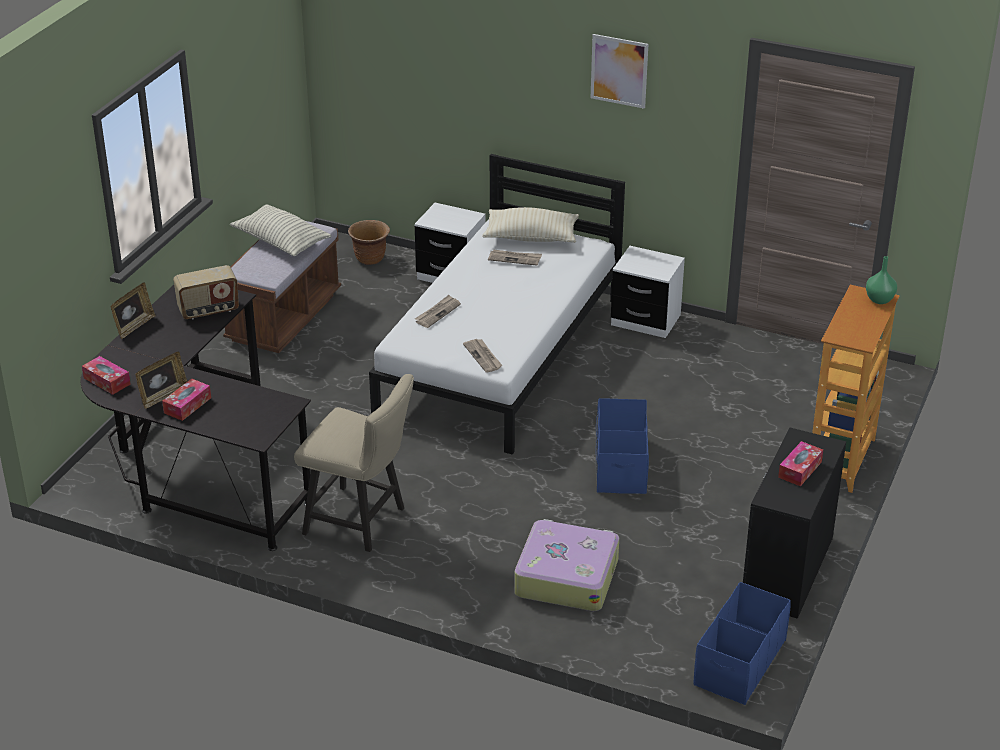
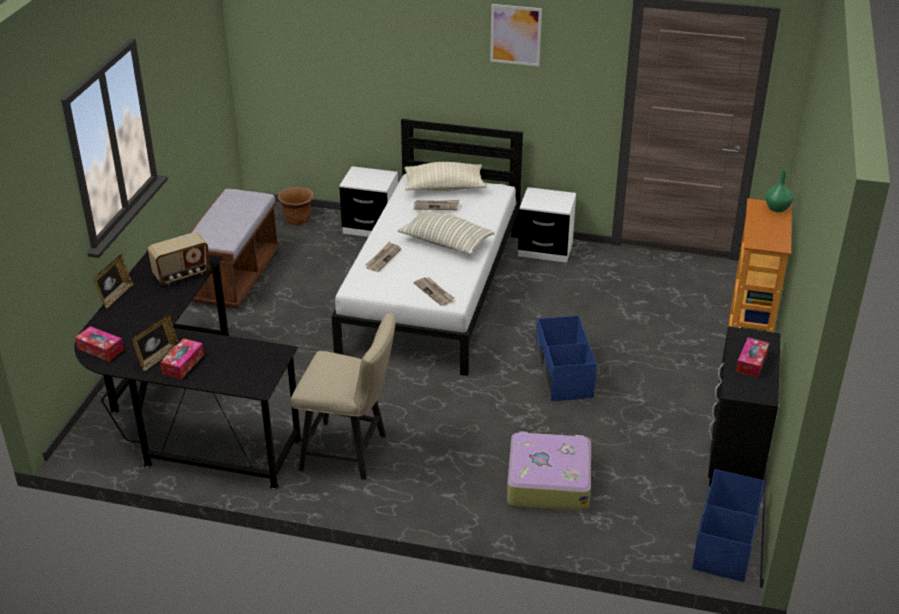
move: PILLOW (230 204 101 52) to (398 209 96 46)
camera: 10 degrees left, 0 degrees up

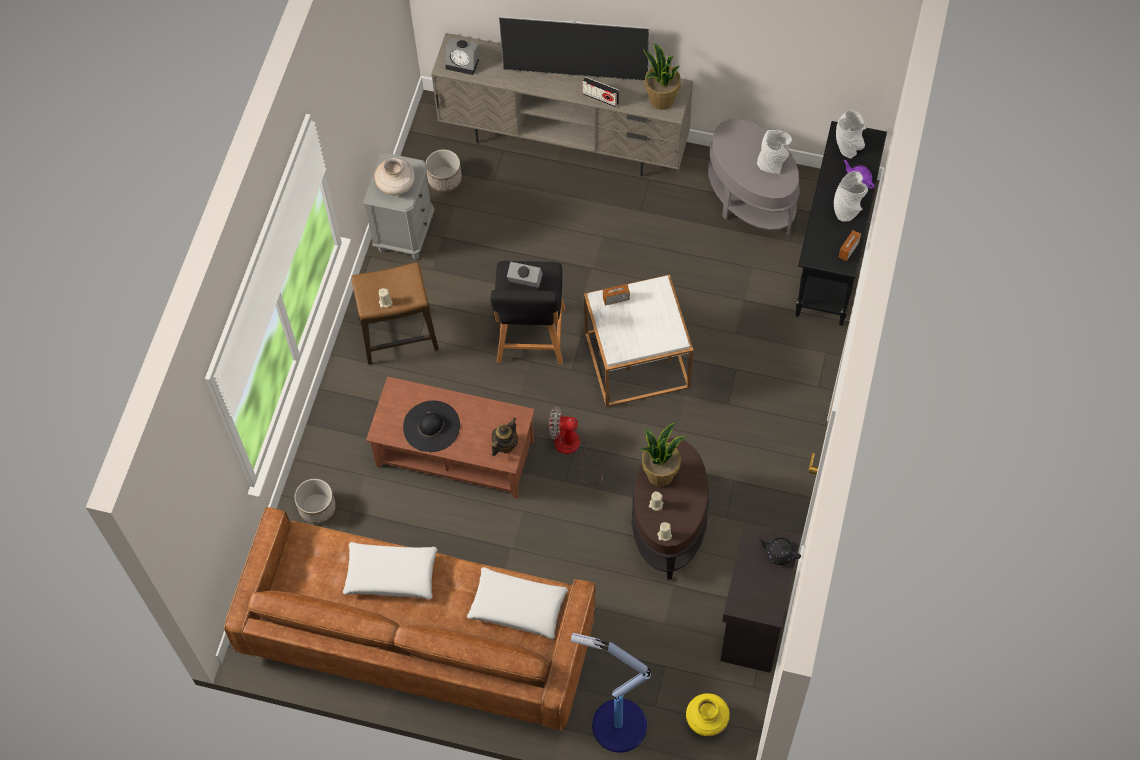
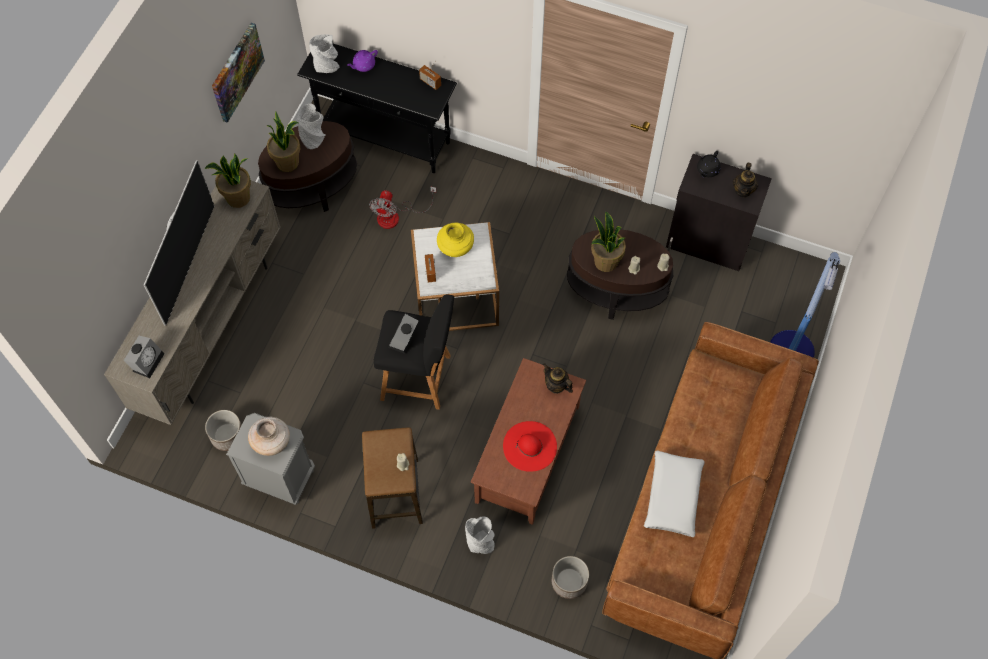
delete: WHITE PILLOW (467 567 101 72); RADIO (582 77 37 30)
insert: PICTURE (212 23 53 100); POTTED PLANT (267 112 33 60); TEAPOT (733 163 25 35)
move: FAN (549 406 53 80) to (369 186 67 43); YELLOW VASE (686 693 44 43) to (437 223 37 34); GREY VASE (834 171 34 51) to (465 516 30 38)
recolor: BLACK HAT (403 401 57 51) to RED HAT (503 421 54 51); GREY SIDE TABLE (708 119 92 116) to BROWN SIDE TABLE (258 121 99 91)
camera: 85 degrees left, 0 degrees up

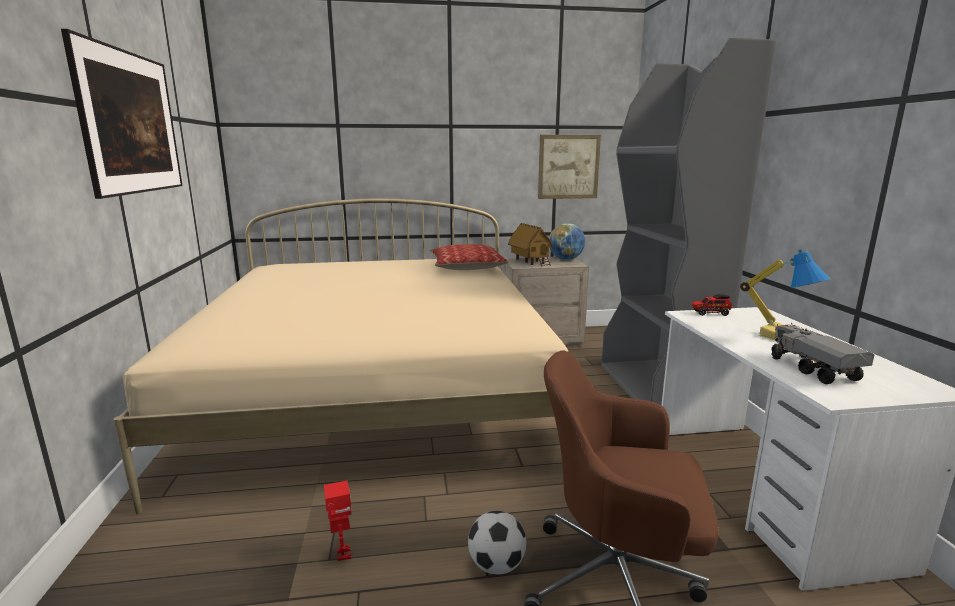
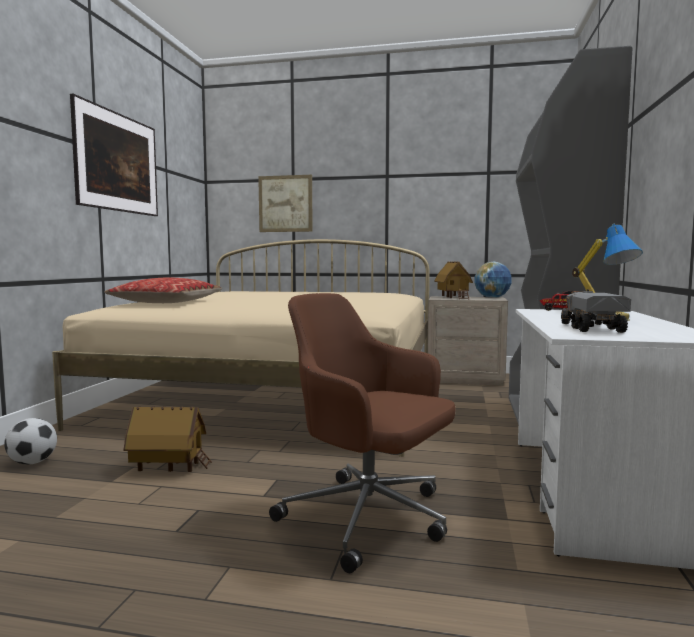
move: PILLOW (429 244 79 26) to (104 278 118 25); FOOTBALL (468 511 58 64) to (4 418 53 47); PICTURE (538 135 63 64) to (258 175 55 57)
replace: TOY ROBOT (324 480 28 81) to TOY HOUSE (123 406 89 66)
camera: 20 degrees right, 10 degrees down

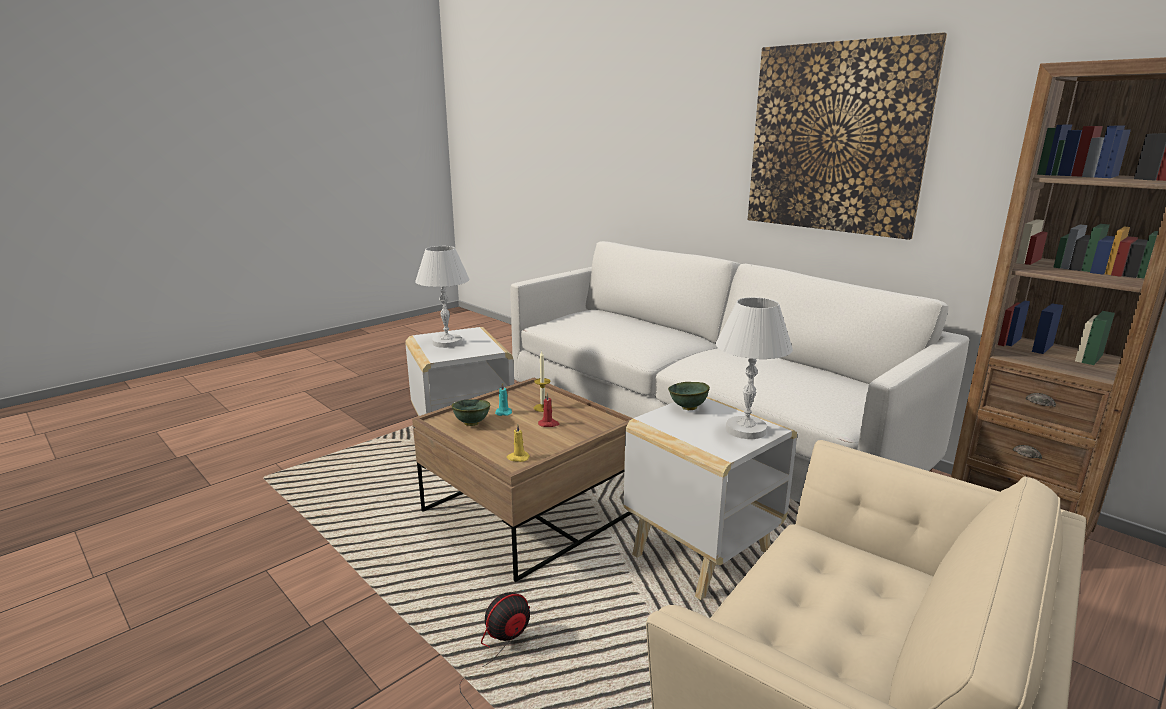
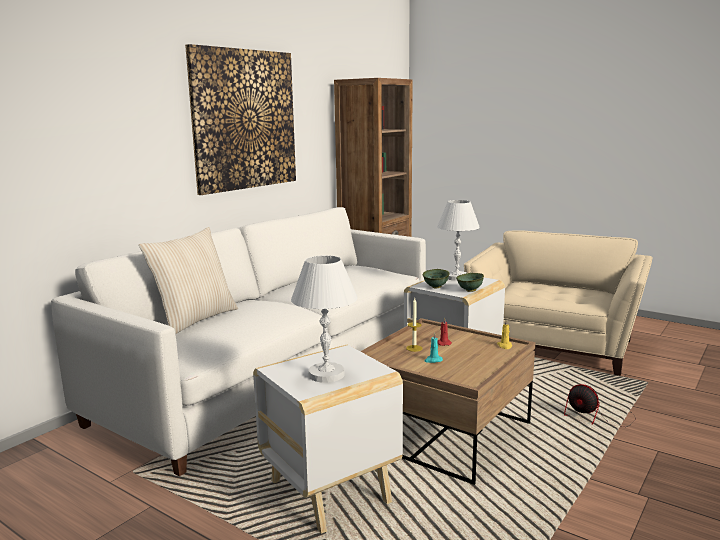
insert: BEIGE PILLOW (139 227 99 108)
move: GREEN BOWL (452 400 39 26) to (456 273 28 19)
camera: 100 degrees left, 5 degrees down

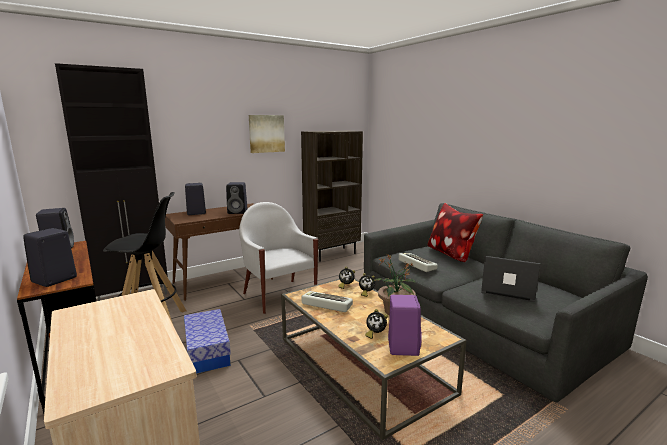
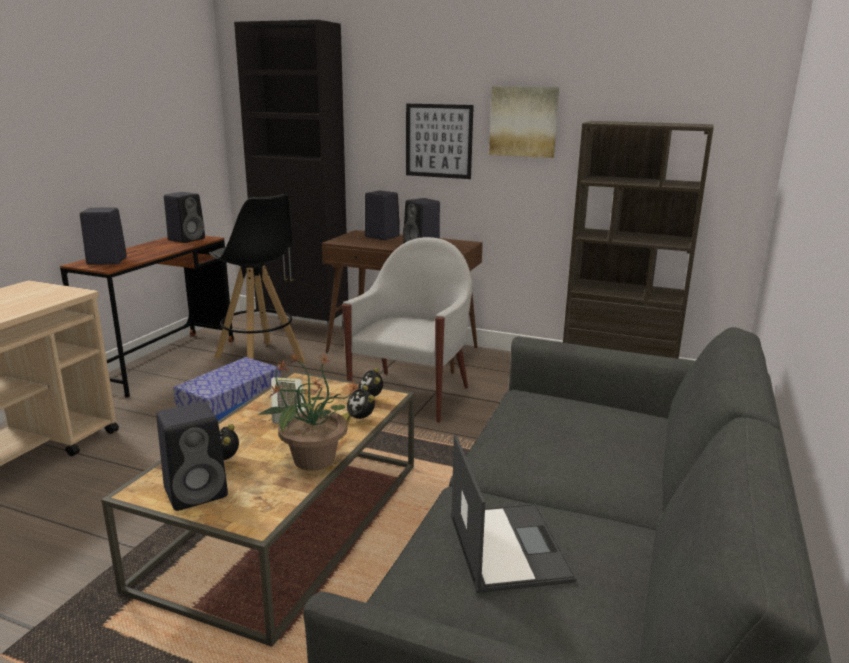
delete: KEYBOARD (399 253 39 19); PILLOW (428 203 55 59)
insert: PICTURE (406 104 68 75)
recolor: PURPLE SPEAKER (388 295 34 61) to BLACK SPEAKER (156 402 72 109)
camera: 55 degrees right, 5 degrees up

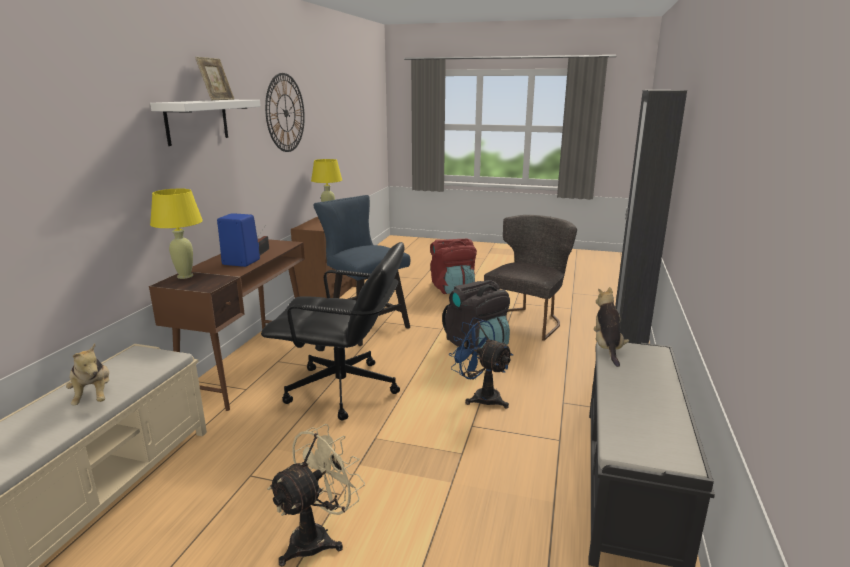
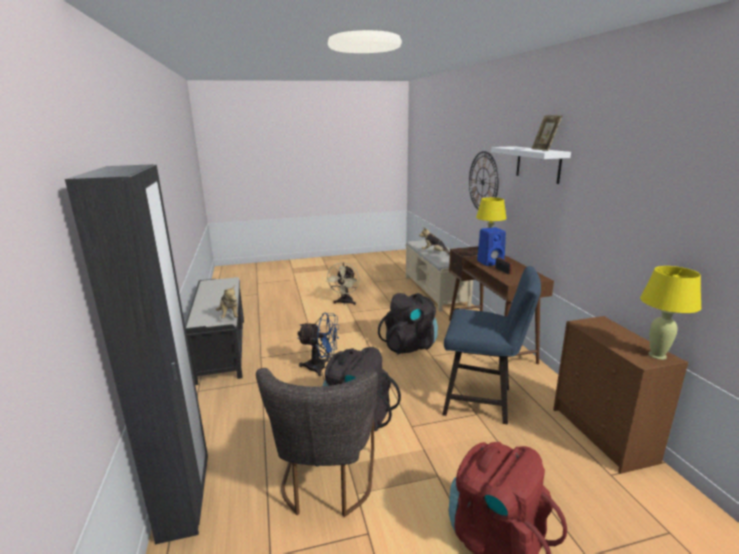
move: WALL CLOCK (265 73 40 79) to (469 151 30 59)
replace: BLACK OFFICE CHAIR (261 242 144 178) to BLACK BACKPACK (378 293 60 62)
camera: 150 degrees right, 0 degrees up

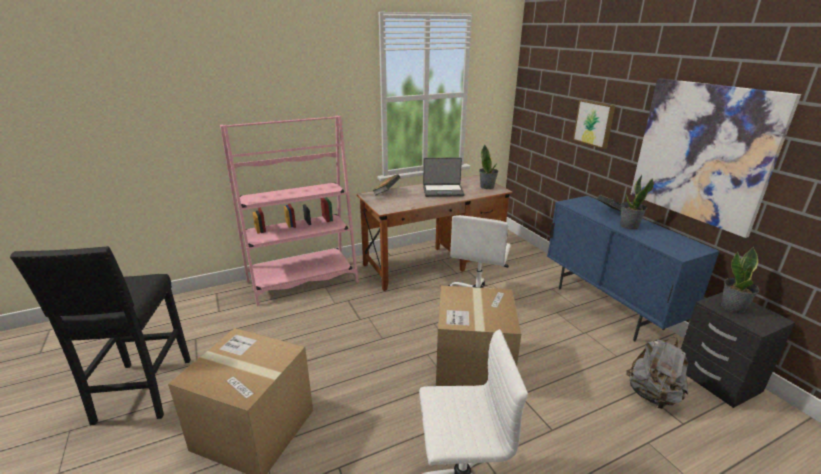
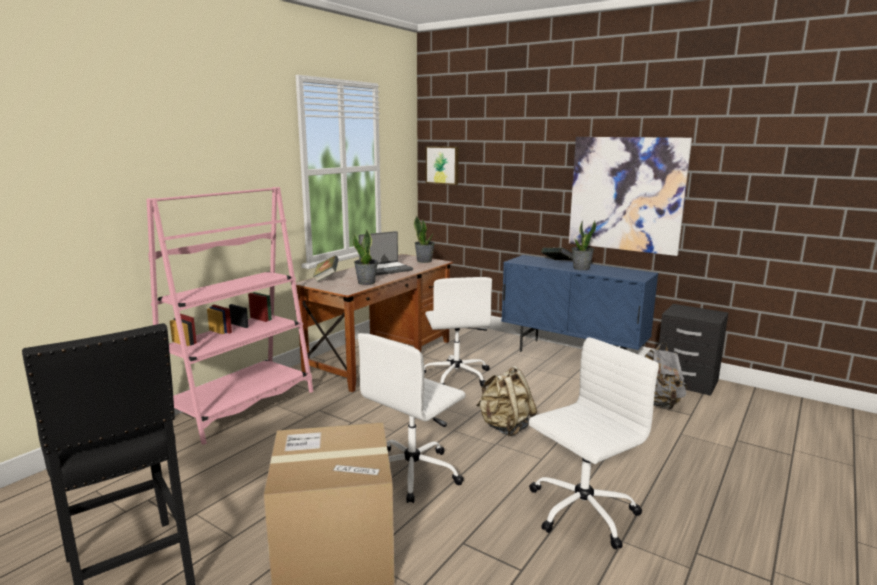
insert: WHITE OFFICE CHAIR (358 333 108 170)
move: PICTURE (573 99 42 50) to (426 146 33 39); POTTED PLANT (721 247 38 66) to (353 229 25 56)
replace: CARDBOARD BOX (436 286 85 100) to BEIGE BACKPACK (476 366 61 71)
camera: 30 degrees left, 10 degrees down

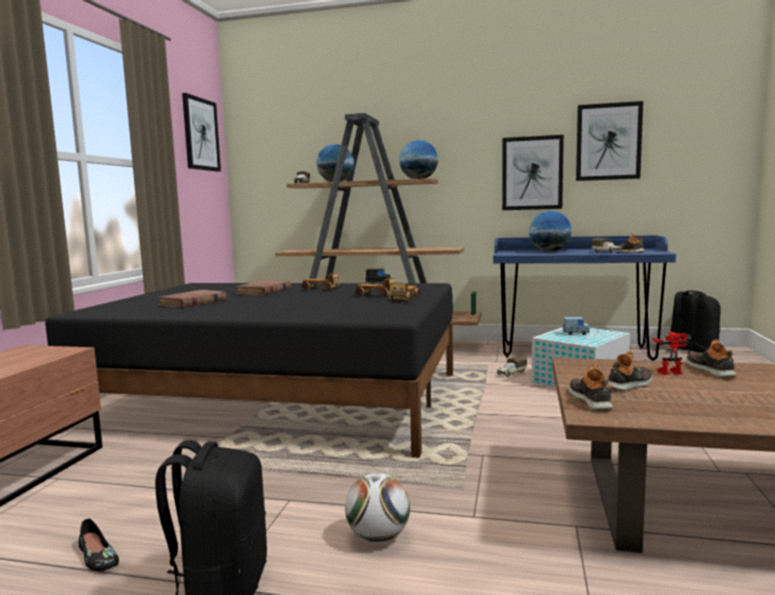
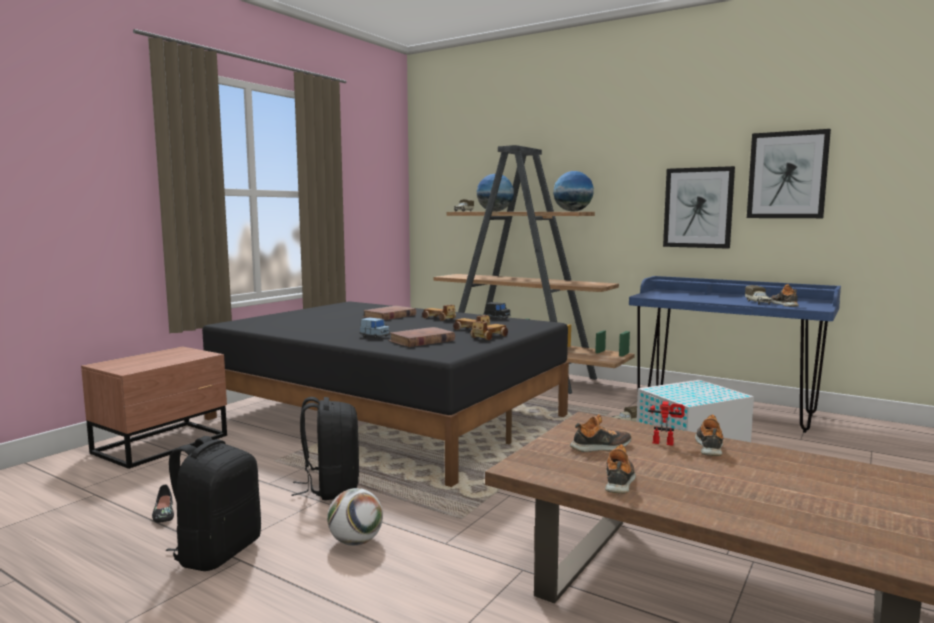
delete: PICTURE (182 93 39 79); GLOBE (529 211 43 41)
move: BROWN BOOK (157 290 69 18) to (388 327 67 20); BLUE TOY CAR (563 317 27 18) to (360 318 30 21); SHOE (569 364 44 46) to (605 444 31 50); BLACK BACKPACK (668 291 53 63) to (291 397 68 103)
camera: 20 degrees right, 0 degrees up

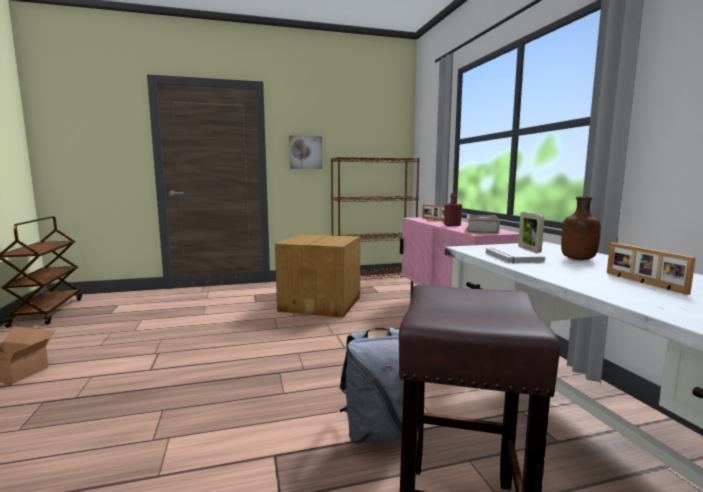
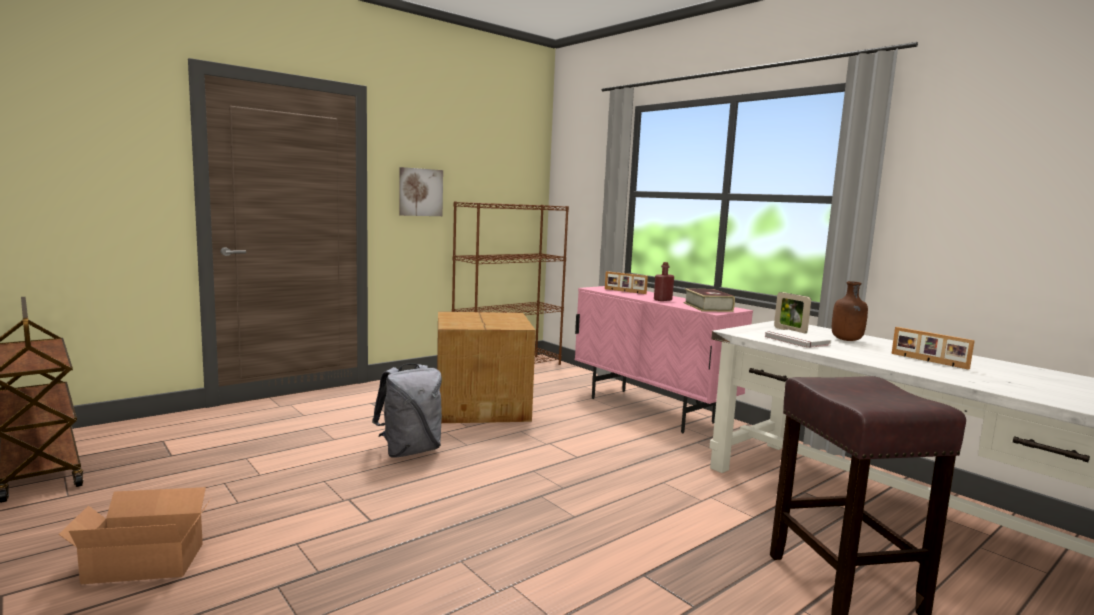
move: GREY BACKPACK (339 327 65 117) to (372 363 70 95)
camera: 25 degrees left, 0 degrees up

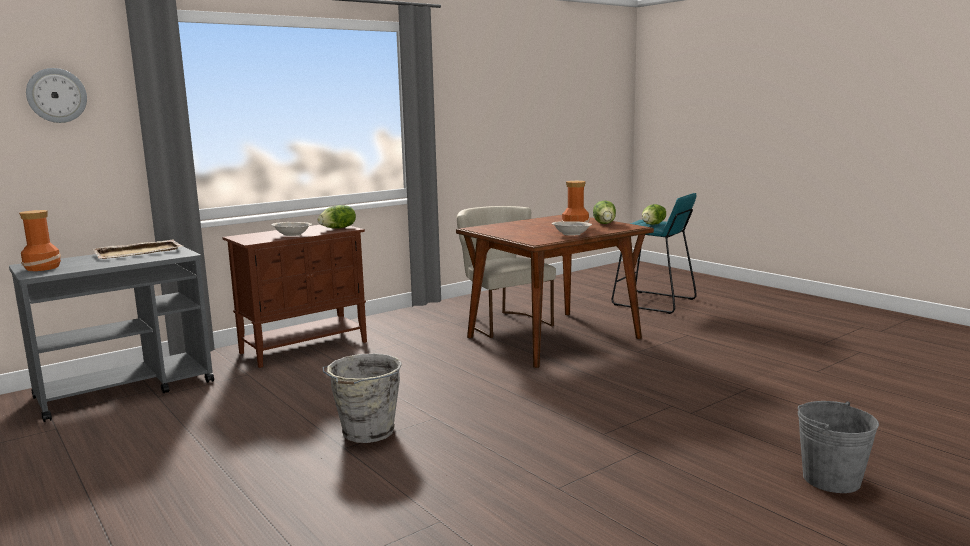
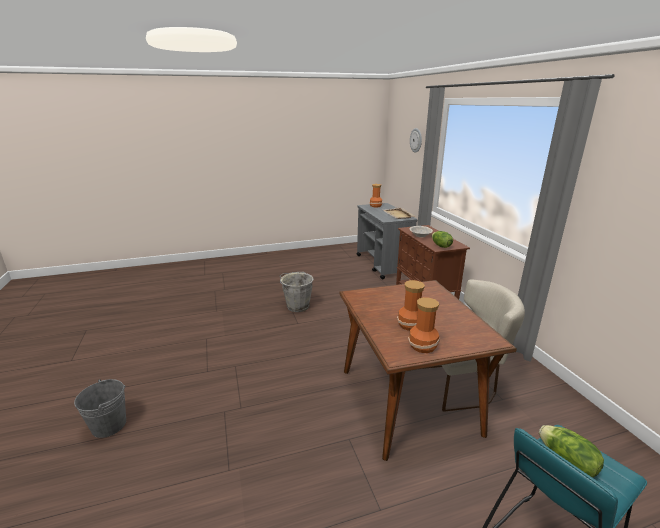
delete: BEIGE BOWL (552 221 40 15)
replace: LETTUCE (593 200 23 24) to VASE (408 297 32 56)
camera: 110 degrees right, 10 degrees up

